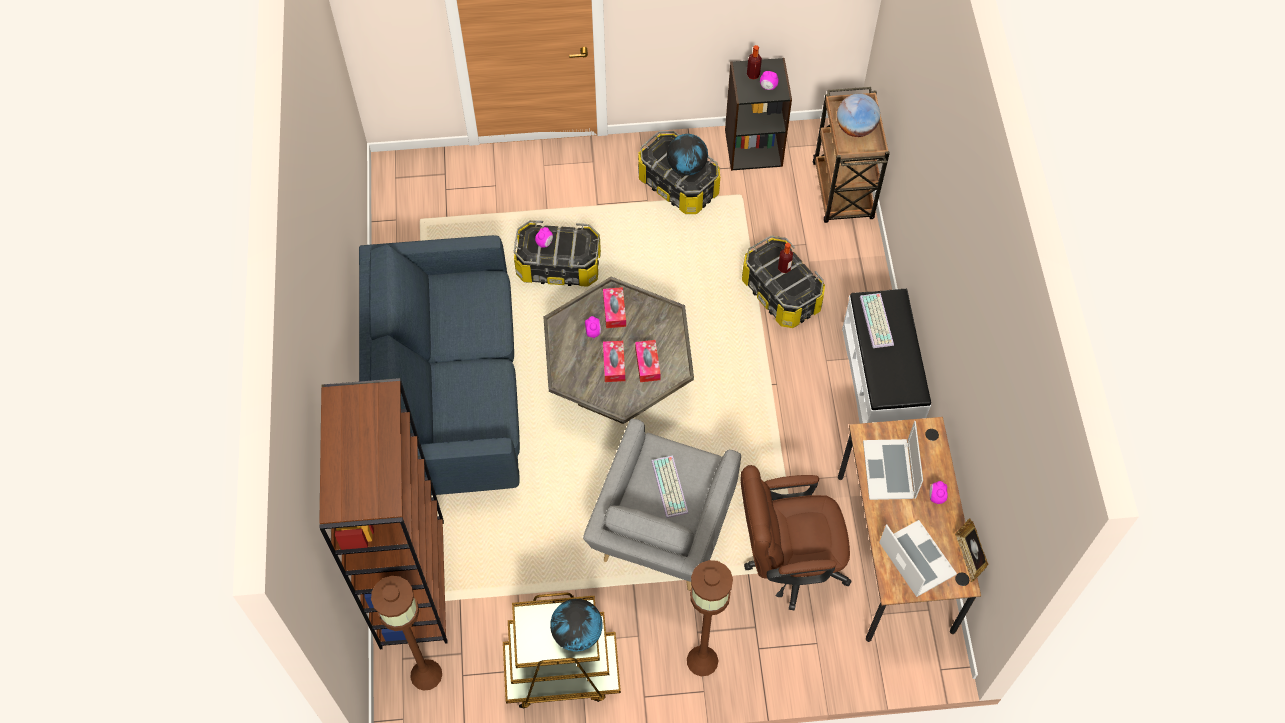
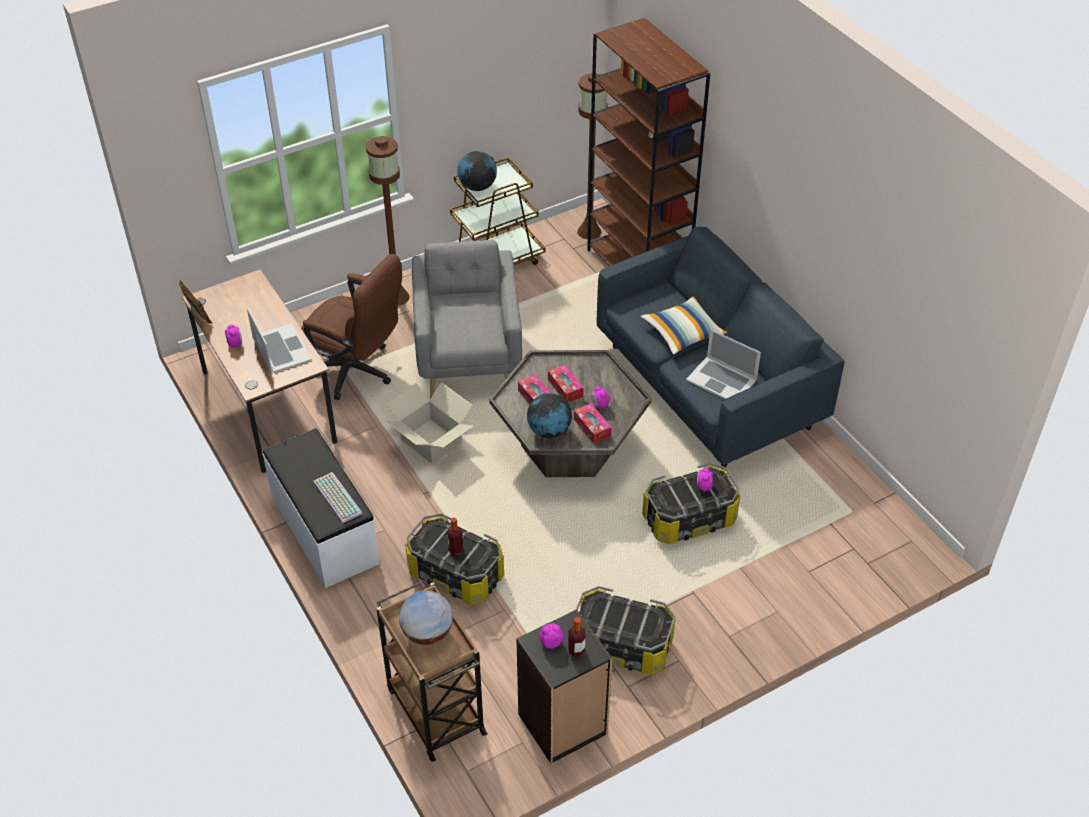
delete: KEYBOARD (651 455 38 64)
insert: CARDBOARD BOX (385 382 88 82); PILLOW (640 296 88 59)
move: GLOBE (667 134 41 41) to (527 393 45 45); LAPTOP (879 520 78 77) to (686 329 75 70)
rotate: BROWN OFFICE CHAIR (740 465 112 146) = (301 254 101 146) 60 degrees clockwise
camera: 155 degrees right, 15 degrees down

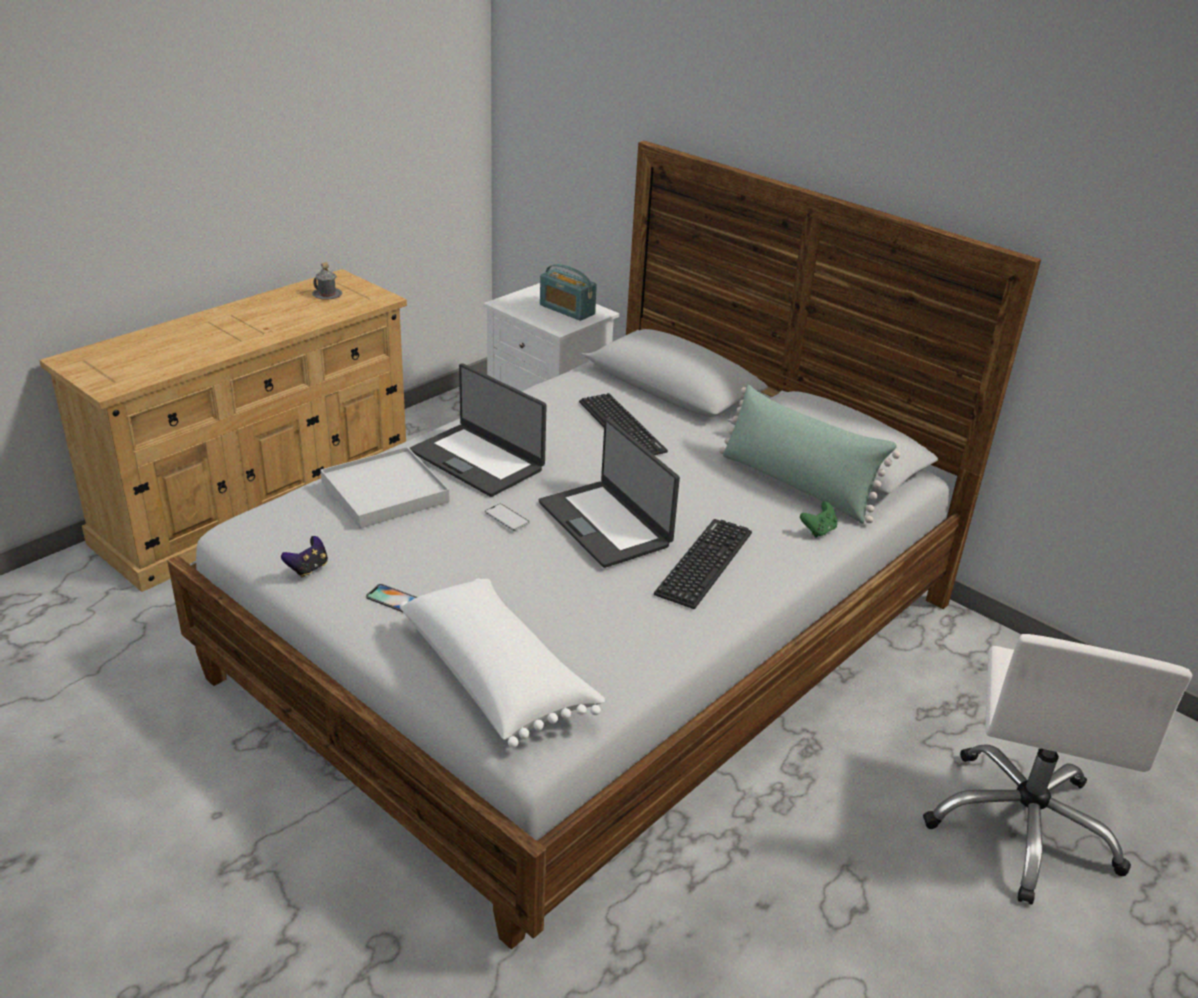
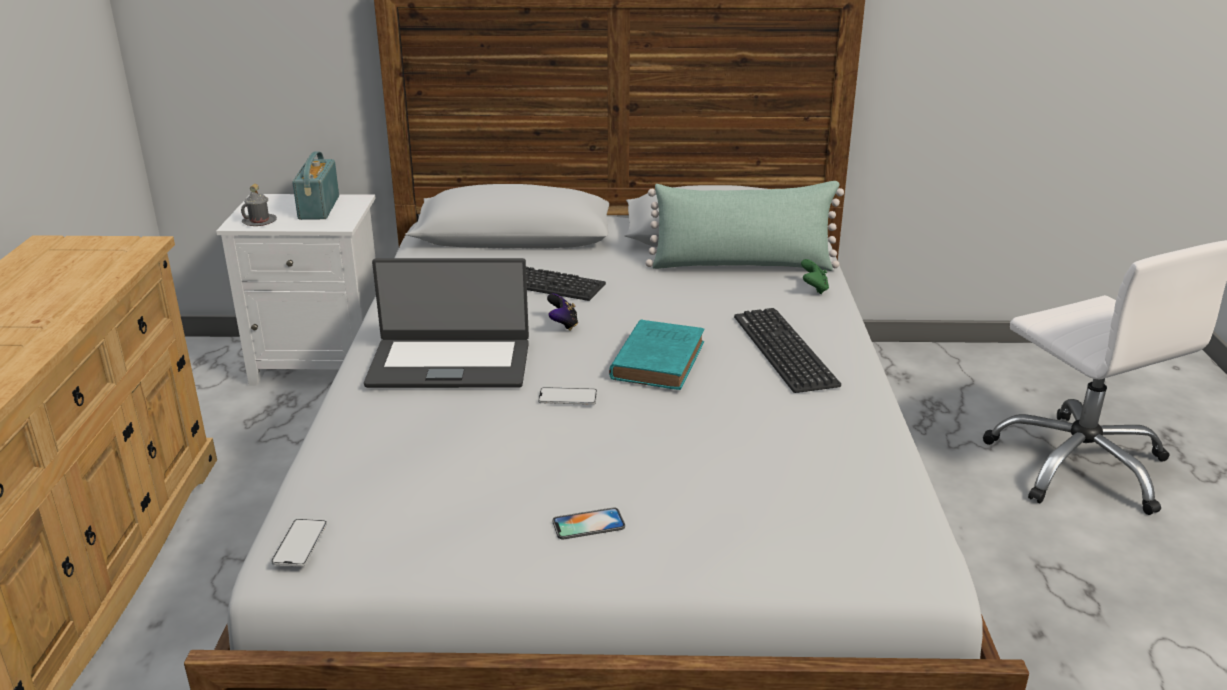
delete: WHITE TRAY (320 447 130 81); WHITE PILLOW (400 579 205 169)
insert: PHONE (271 519 56 48)
move: GAME CONTROLLER (281 536 47 41) to (547 293 31 38); GREY MUG (312 262 30 38) to (241 184 36 42)
replace: LAPTOP (539 418 141 150) to TURQUOISE BOOK (609 319 95 71)
rotate: RADIO (540 264 57 57) = (292 152 47 68) 90 degrees clockwise
camera: 40 degrees left, 5 degrees down

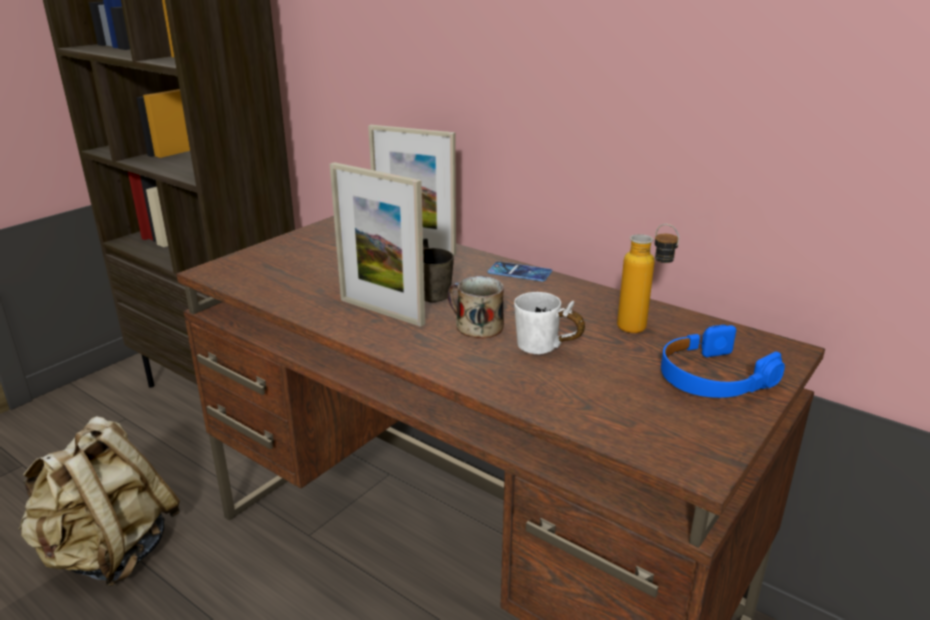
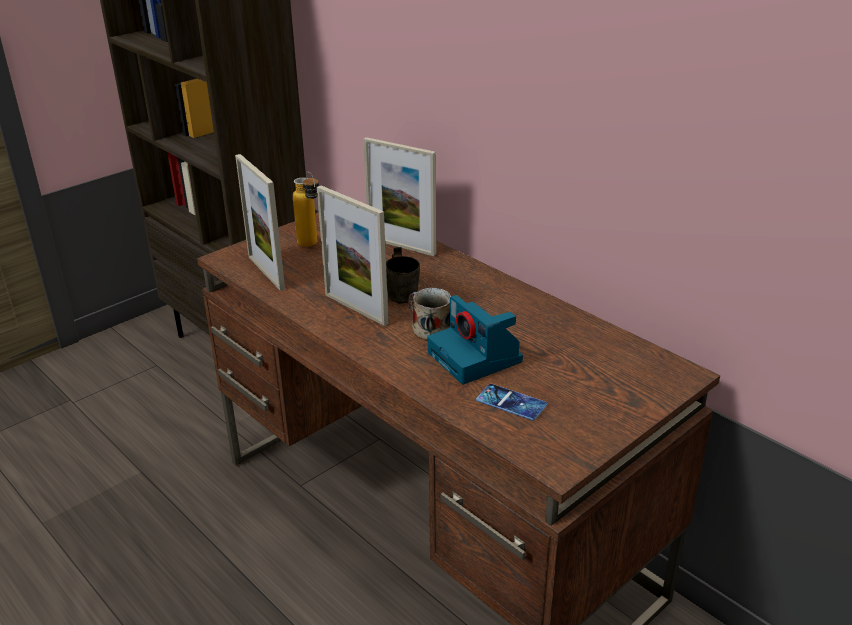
delete: BEIGE BACKPACK (18 416 162 171); BLUE HEADPHONES (661 325 124 73)
insert: PICTURE FRAME (235 154 50 137)
move: PHONE (487 262 65 20) to (476 384 71 36); BOTTLE (617 224 62 109) to (293 172 26 75)
replace: WHITE MUG (514 292 71 62) to PHOTO CAMERA (428 295 95 89)
camera: 10 degrees right, 5 degrees up

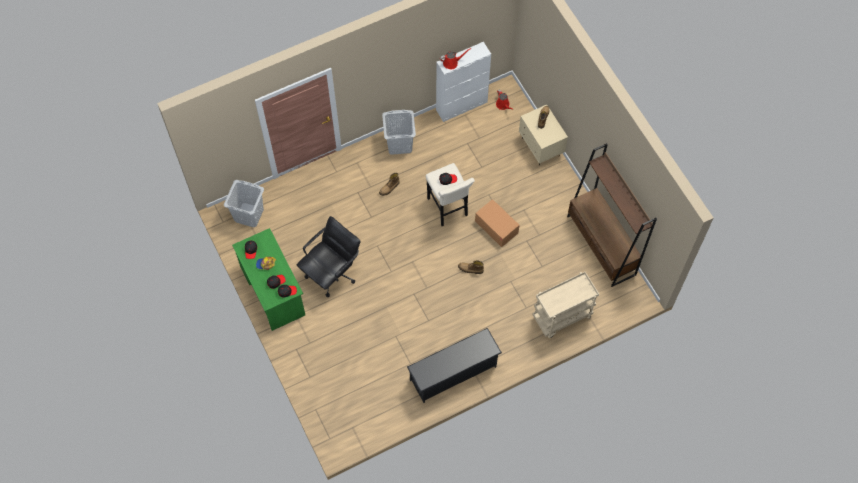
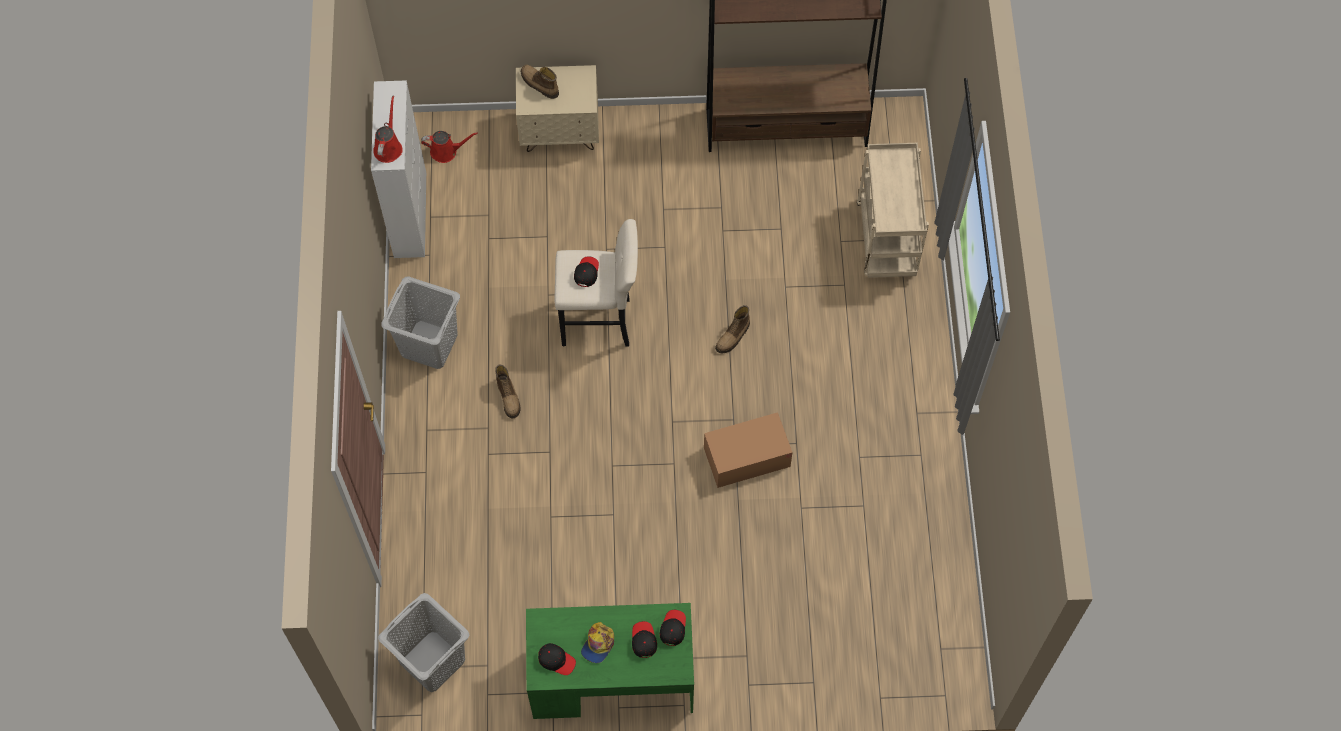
delete: BLACK OFFICE CHAIR (297 216 64 81); BLACK SHOE RACK (407 328 95 75)
move: CARDBOARD BOX (475 199 45 48) to (704 412 89 76)
camera: 65 degrees left, 0 degrees up

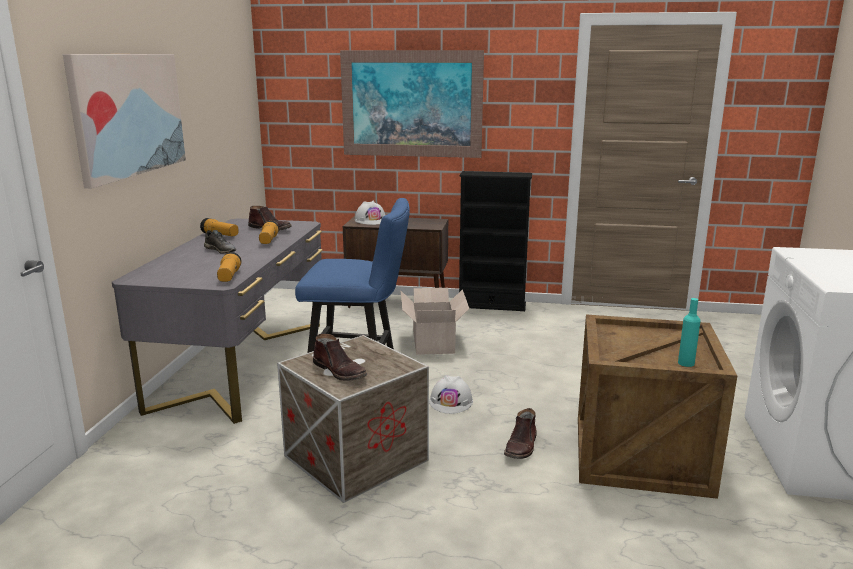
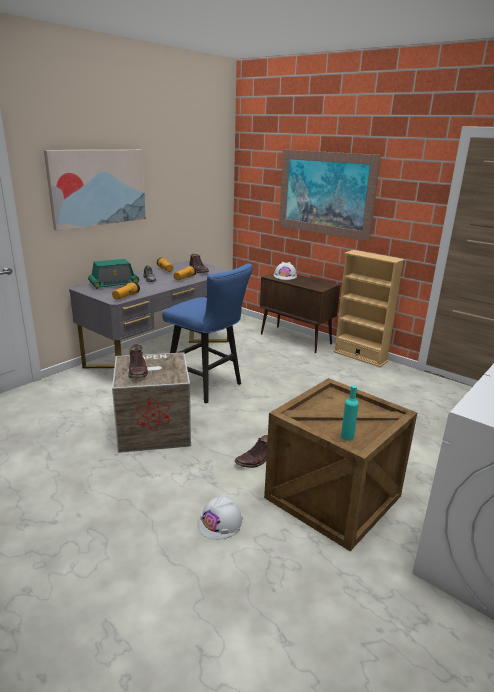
delete: CARDBOARD BOX (401 288 68 67)
insert: RADIO (88 259 51 30)
move: WHITE HARD HAT (429 375 44 39) to (197 495 46 45)
recolor: BLACK BOOKCASE (459 171 73 140) to BEIGE BOOKCASE (333 250 72 117)
camera: 30 degrees right, 5 degrees up

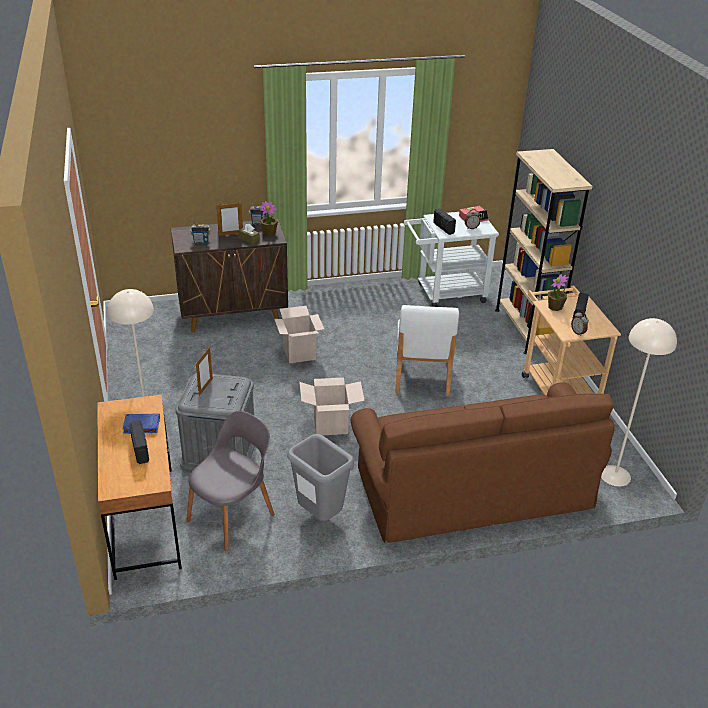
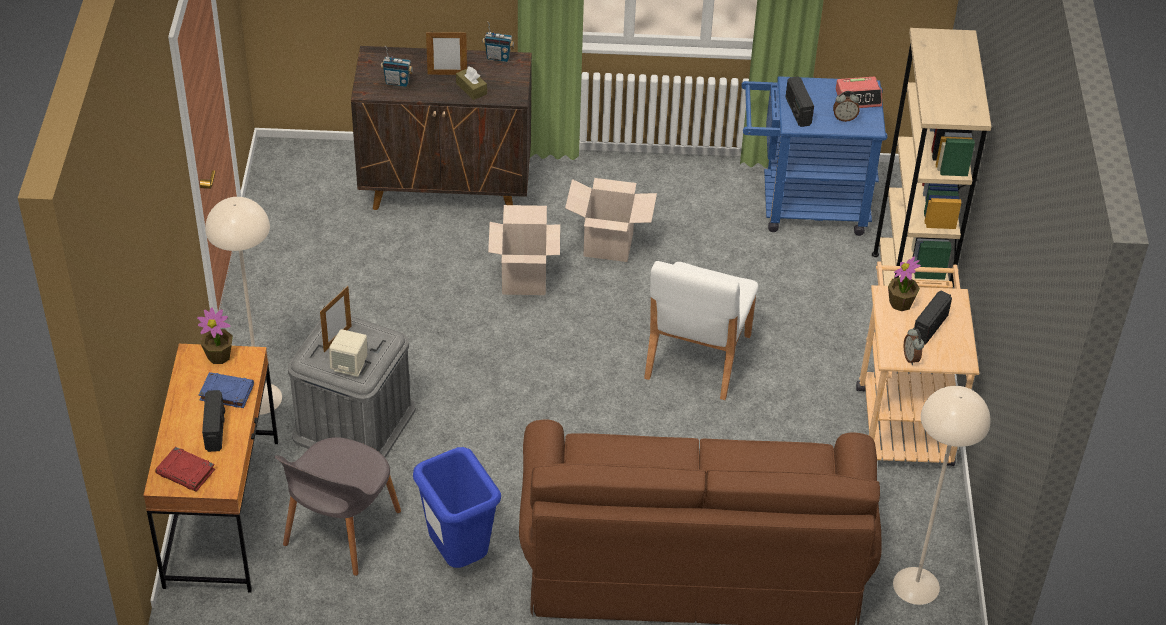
insert: RED BOOK (155 447 60 45); BEIGE SPEAKER (329 329 38 48)
move: POTTED PLANT (259 201 19 34) to (197 307 36 57); CARDBOARD BOX (299 377 66 58) to (565 178 92 84)
recolor: GREY TRASH CAN (287 434 67 87) to BLUE TRASH CAN (413 447 88 121); WHITE CART (404 212 95 95) to BLUE CART (741 76 147 160)
rotate: GREY CHAIR (186 411 88 140) = (274 437 127 139) 150 degrees clockwise
camera: 15 degrees right, 10 degrees up

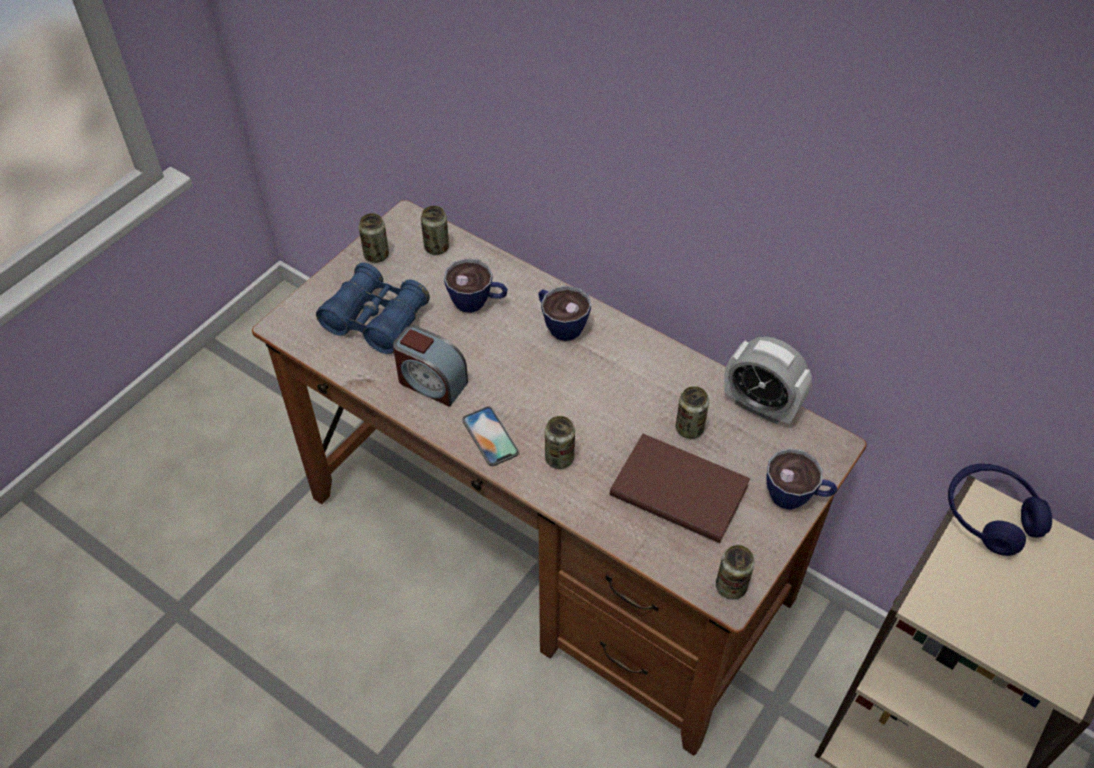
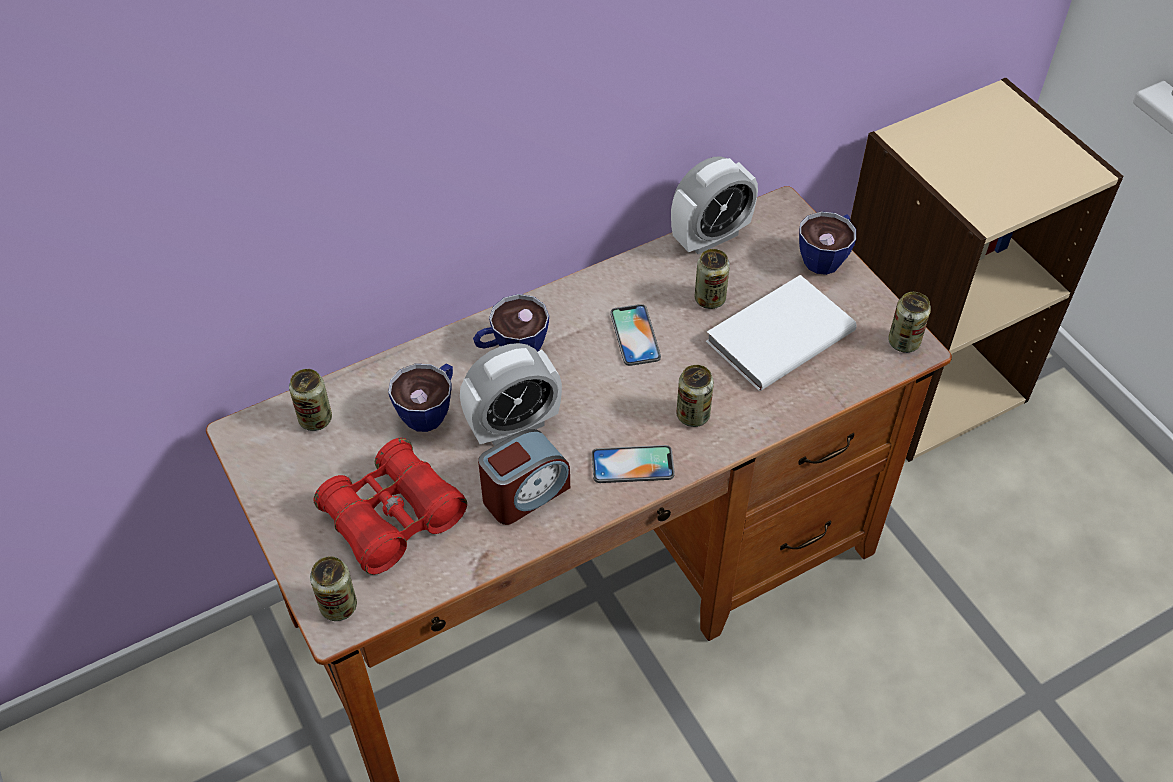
delete: BLUE HEADPHONES (948 464 104 92)
insert: ALARM CLOCK (460 343 102 103); PHONE (611 304 50 62)
move: CAN (359 213 30 50) to (310 556 47 65)
recolor: BLUE BINOCULARS (316 263 114 91) to RED BINOCULARS (313 438 154 137); BROWN BOOK (610 434 140 109) to WHITE BOOK (706 275 151 116)
camera: 65 degrees left, 0 degrees up

